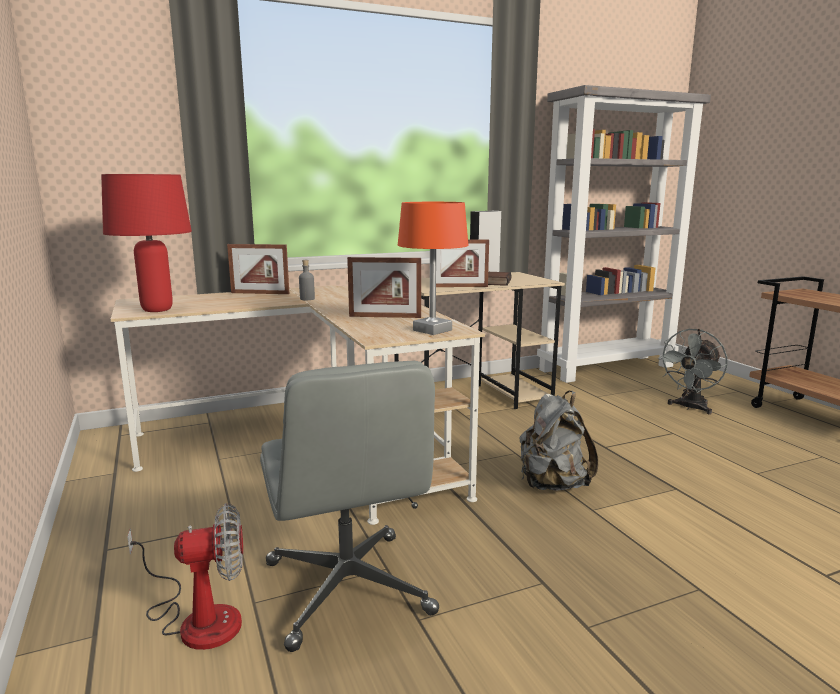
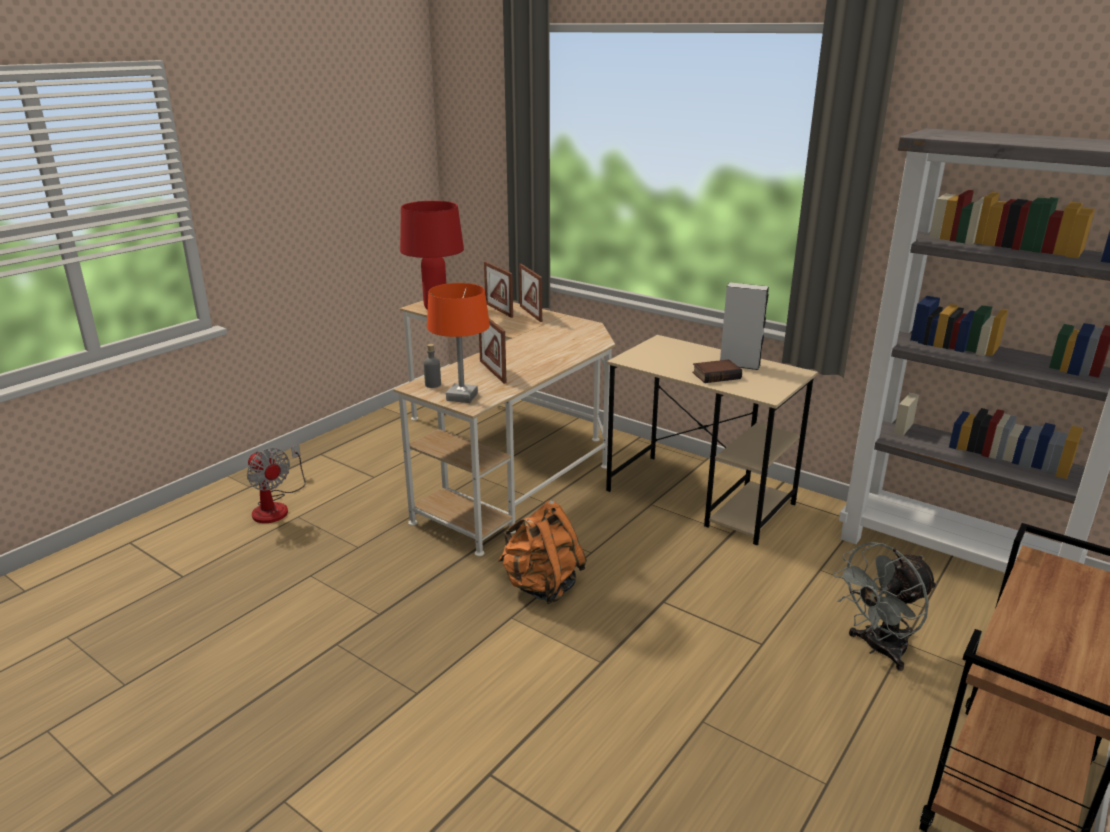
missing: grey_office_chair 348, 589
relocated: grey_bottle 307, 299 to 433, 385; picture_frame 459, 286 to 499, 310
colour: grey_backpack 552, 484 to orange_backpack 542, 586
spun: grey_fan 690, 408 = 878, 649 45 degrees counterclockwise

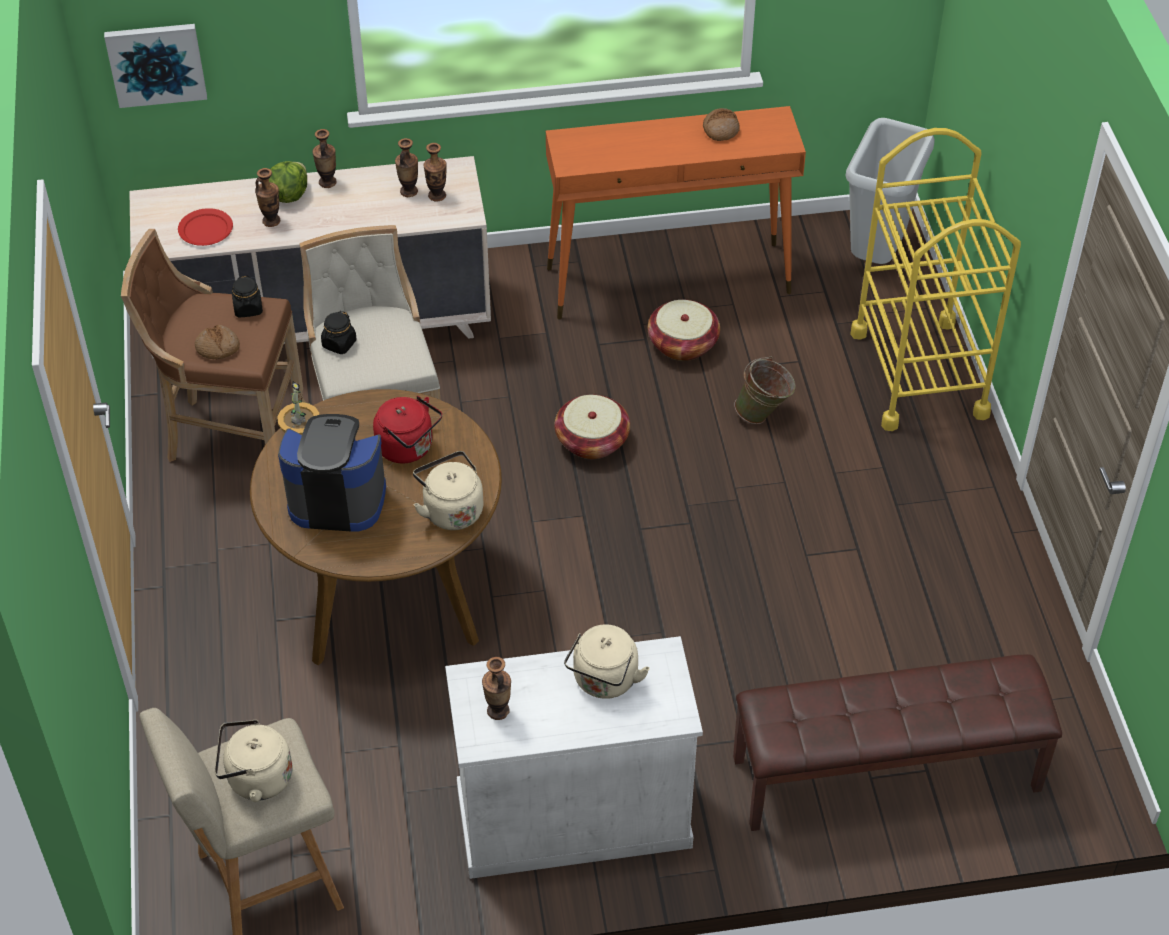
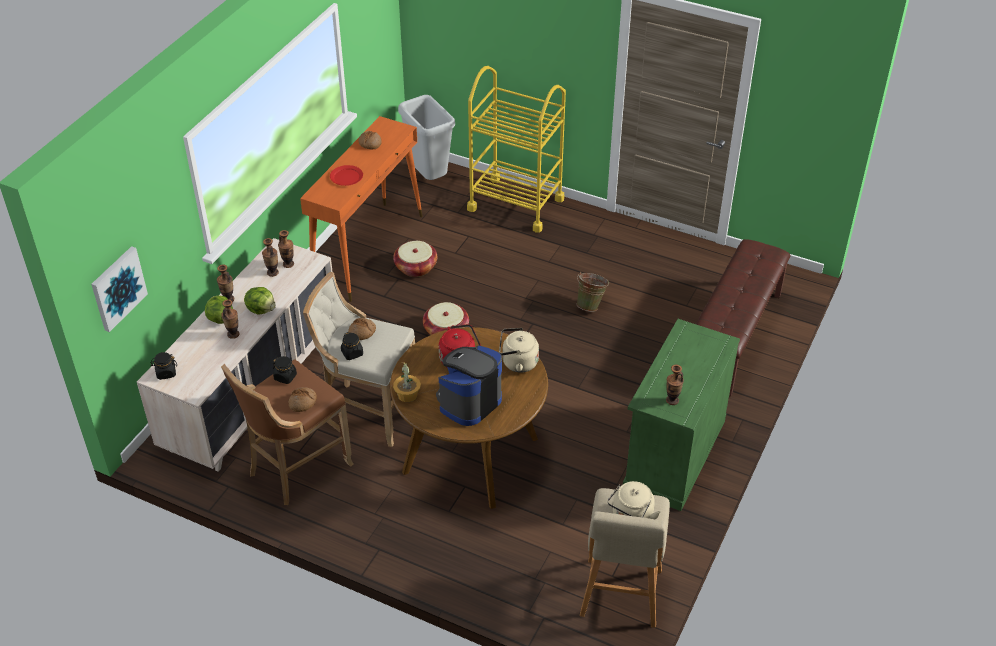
missing: beige_kettle 604, 681
appeared: black_jar 166, 373; lettuce 261, 309; bread 362, 332
relocated: red_plate 206, 229 to 346, 177; green_bucket 763, 415 to 591, 305
colour: white_cabinet 573, 816 to green_cabinet 674, 454

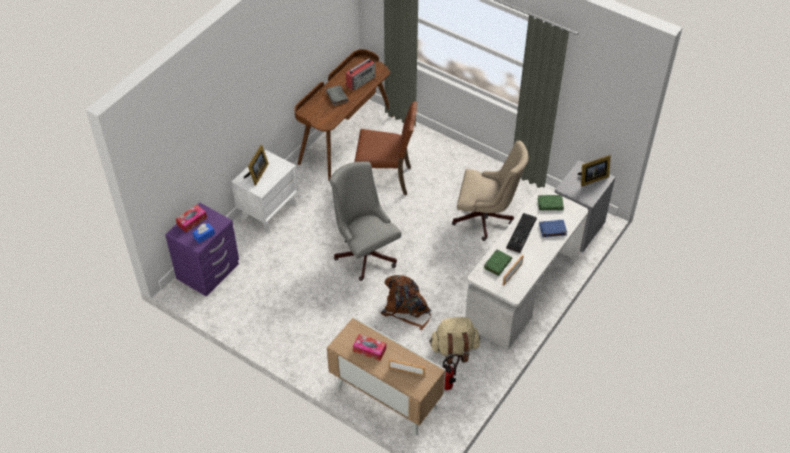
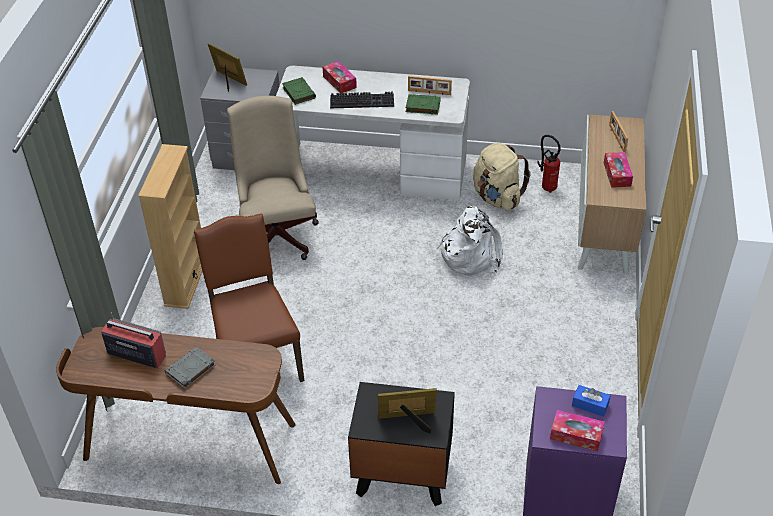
missing: grey_office_chair 365, 252
appeared: beige_bookcase 186, 281
exchanged: blue_book 552, 229 to tissue_box 339, 82
colour: white_nightstand 268, 211 to black_nightstand 401, 474; brown_backpack 406, 309 to white_backpack 471, 254

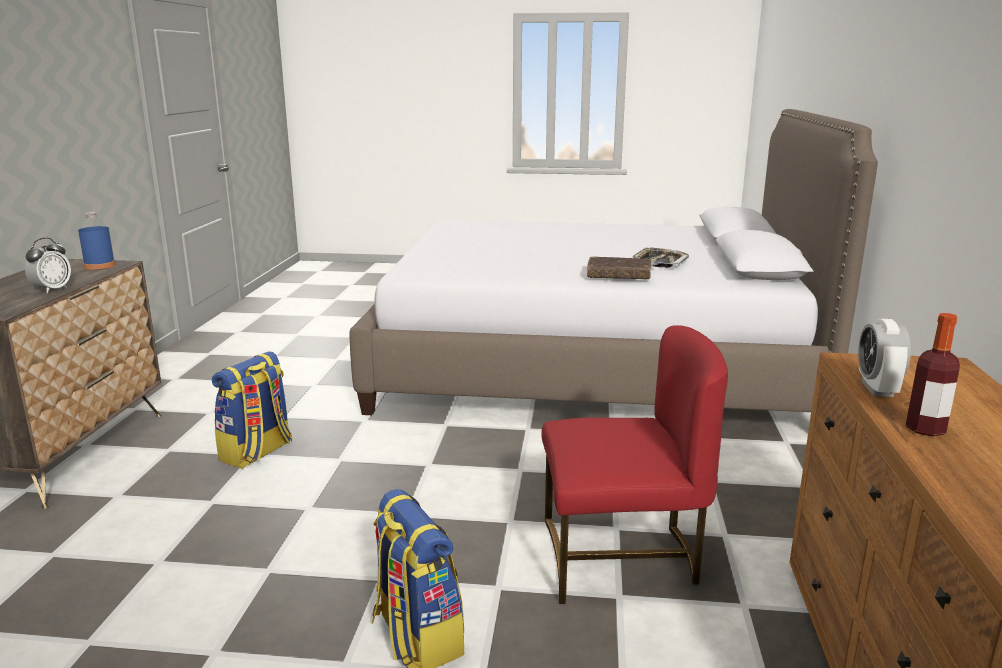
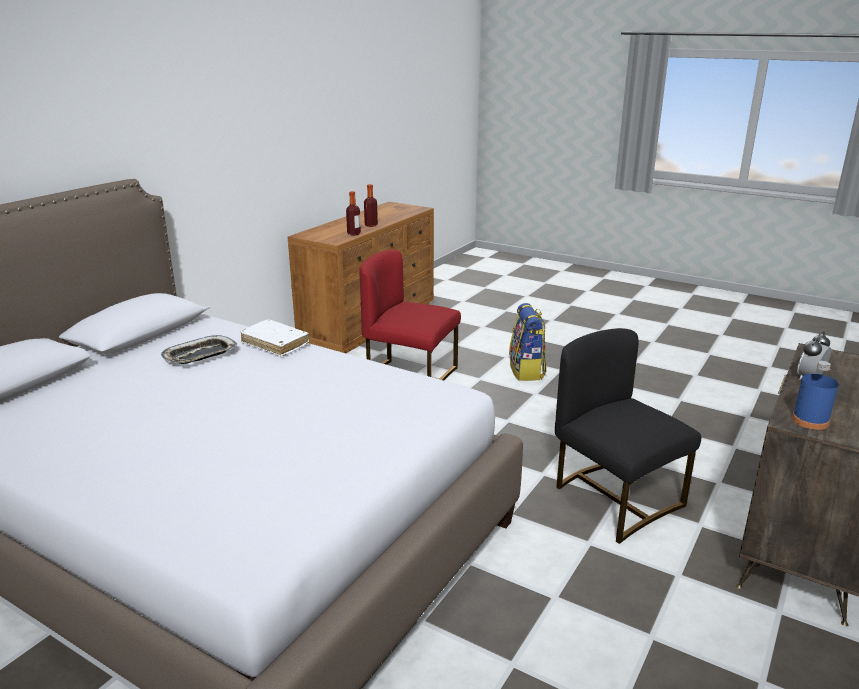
exchanged: backpack 257, 453 to black_chair 614, 499; alarm_clock 877, 389 to bottle 354, 234
colour: brown_book 618, 276 to white_book 275, 344

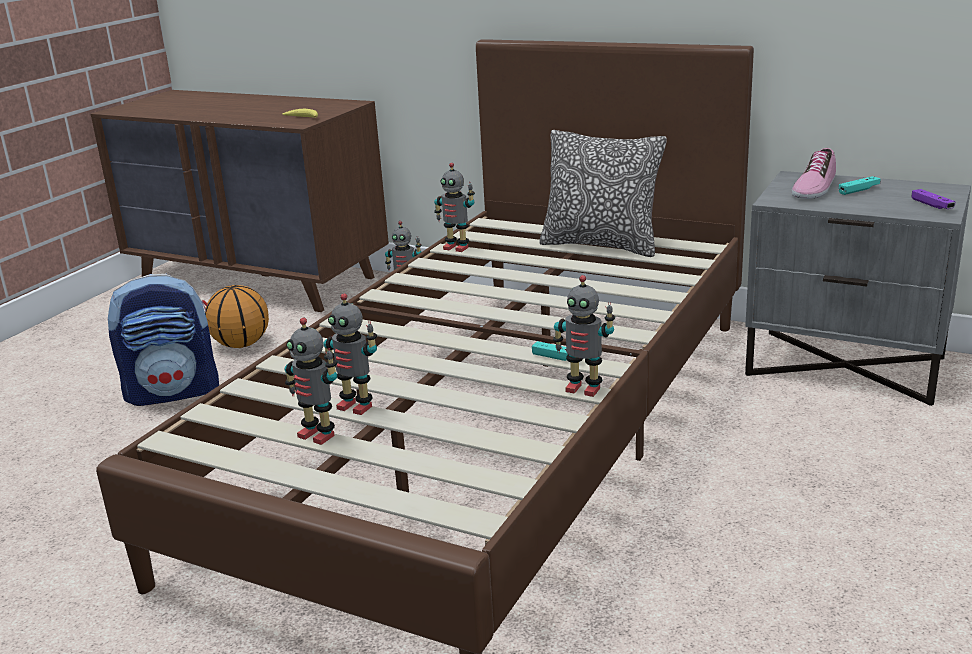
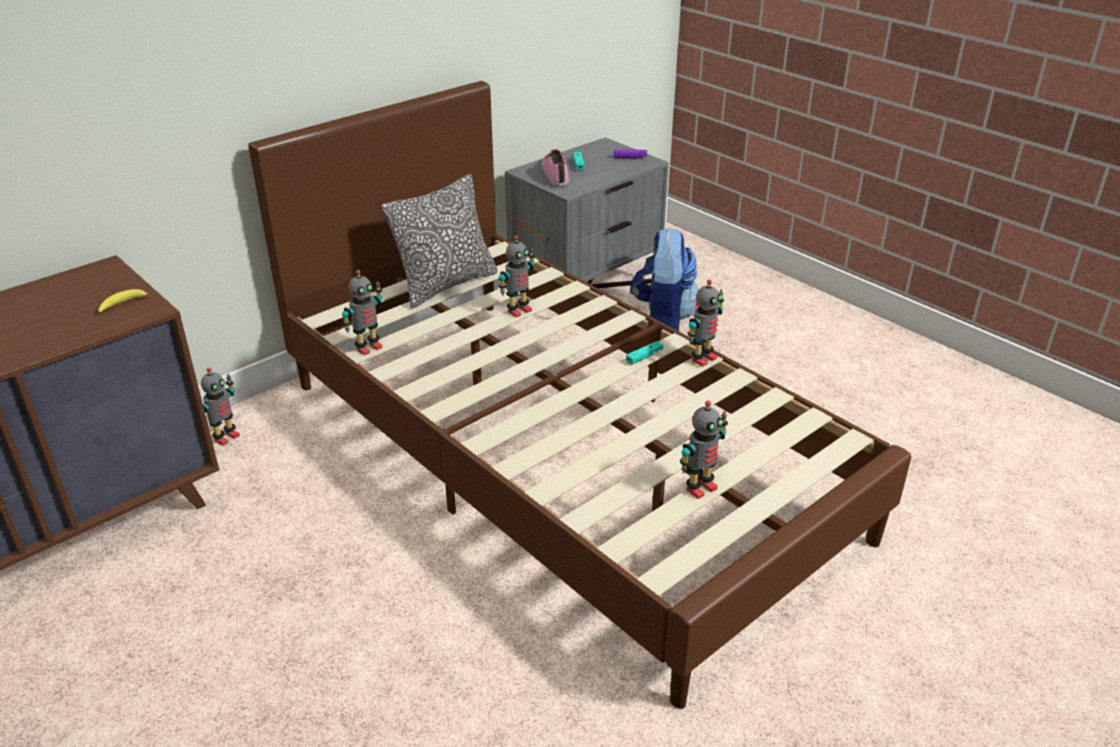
missing: basketball 242, 344
relocated: backpack 174, 392 to 662, 321; toy_robot 356, 406 to 518, 310
spun: shoe 813, 187 = 556, 173 150 degrees counterclockwise

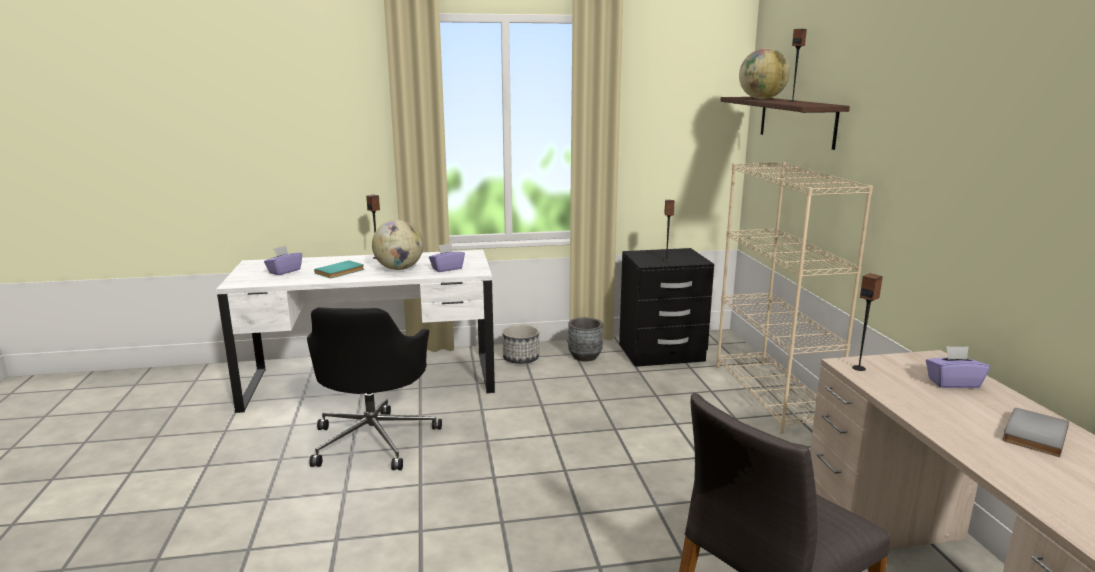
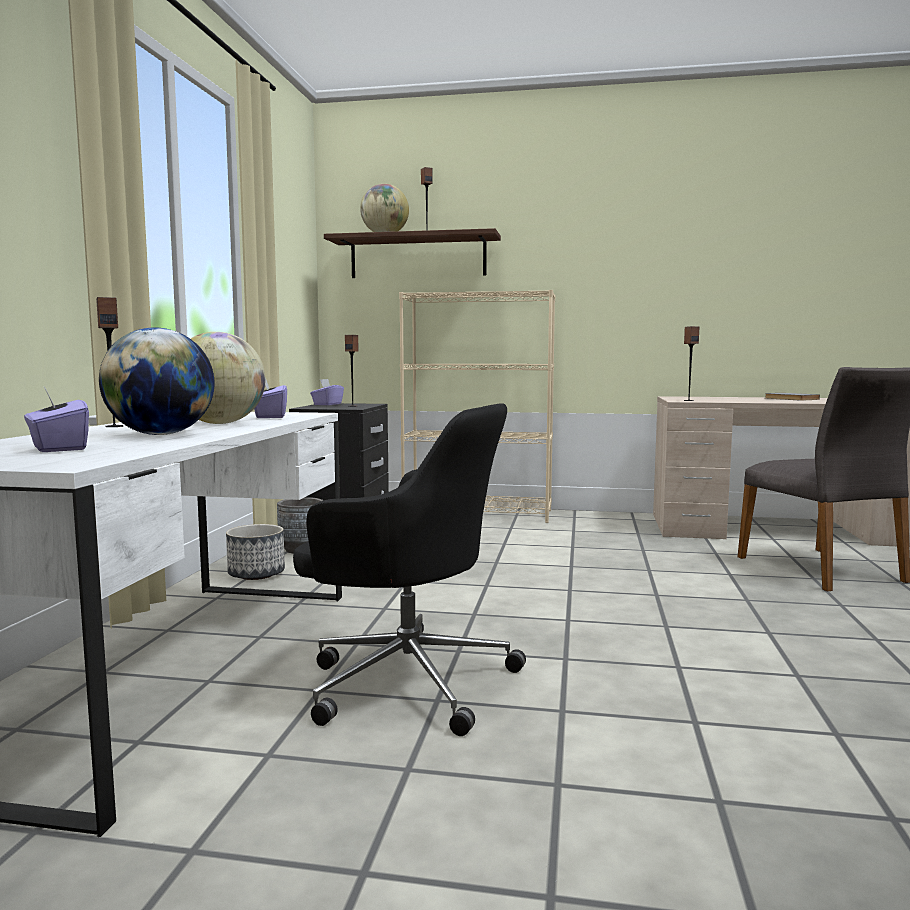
relocated: purple_tissue_box 953, 383 to 327, 404
exchanged: turquoise_book 341, 271 to globe 161, 434

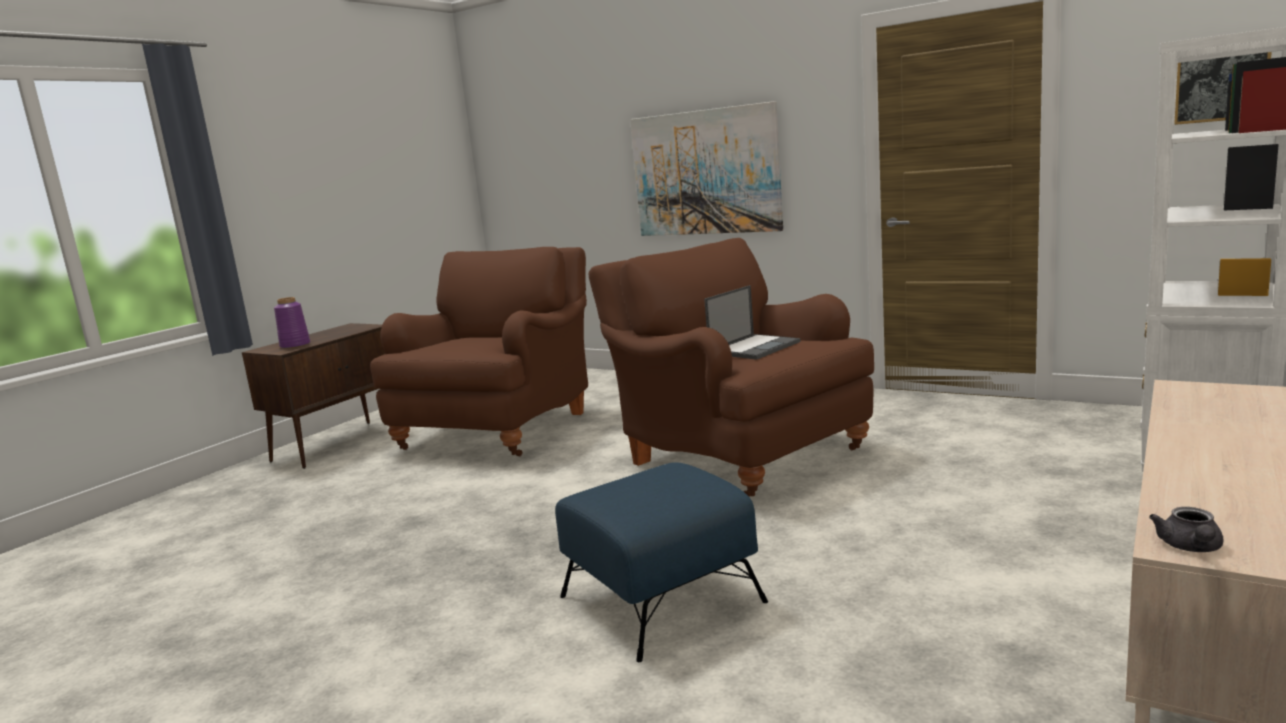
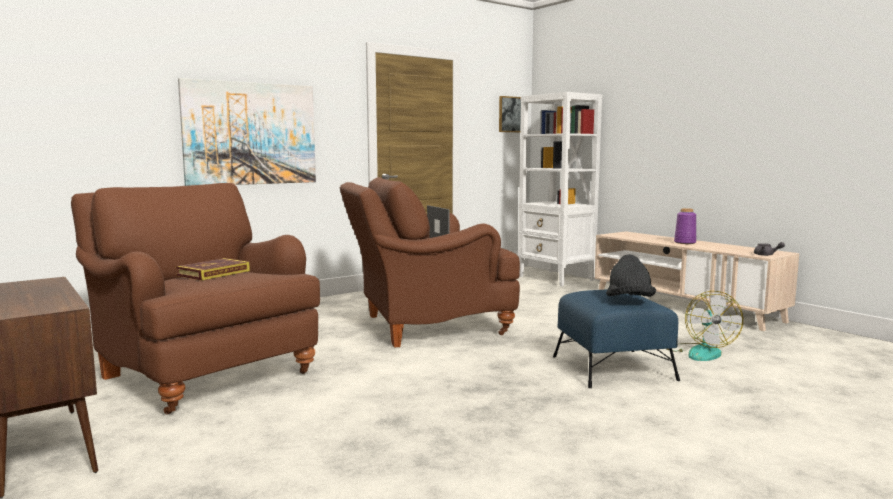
appeared: book 213, 273; black_hat 629, 301; fan 700, 352
relocated: purple_vase 294, 345 to 684, 242

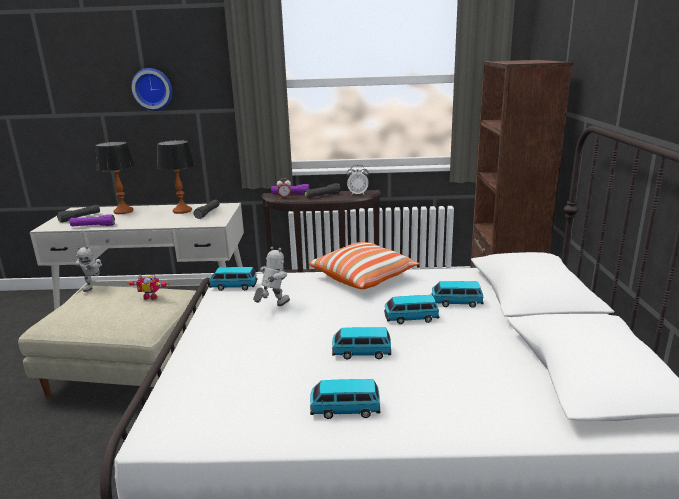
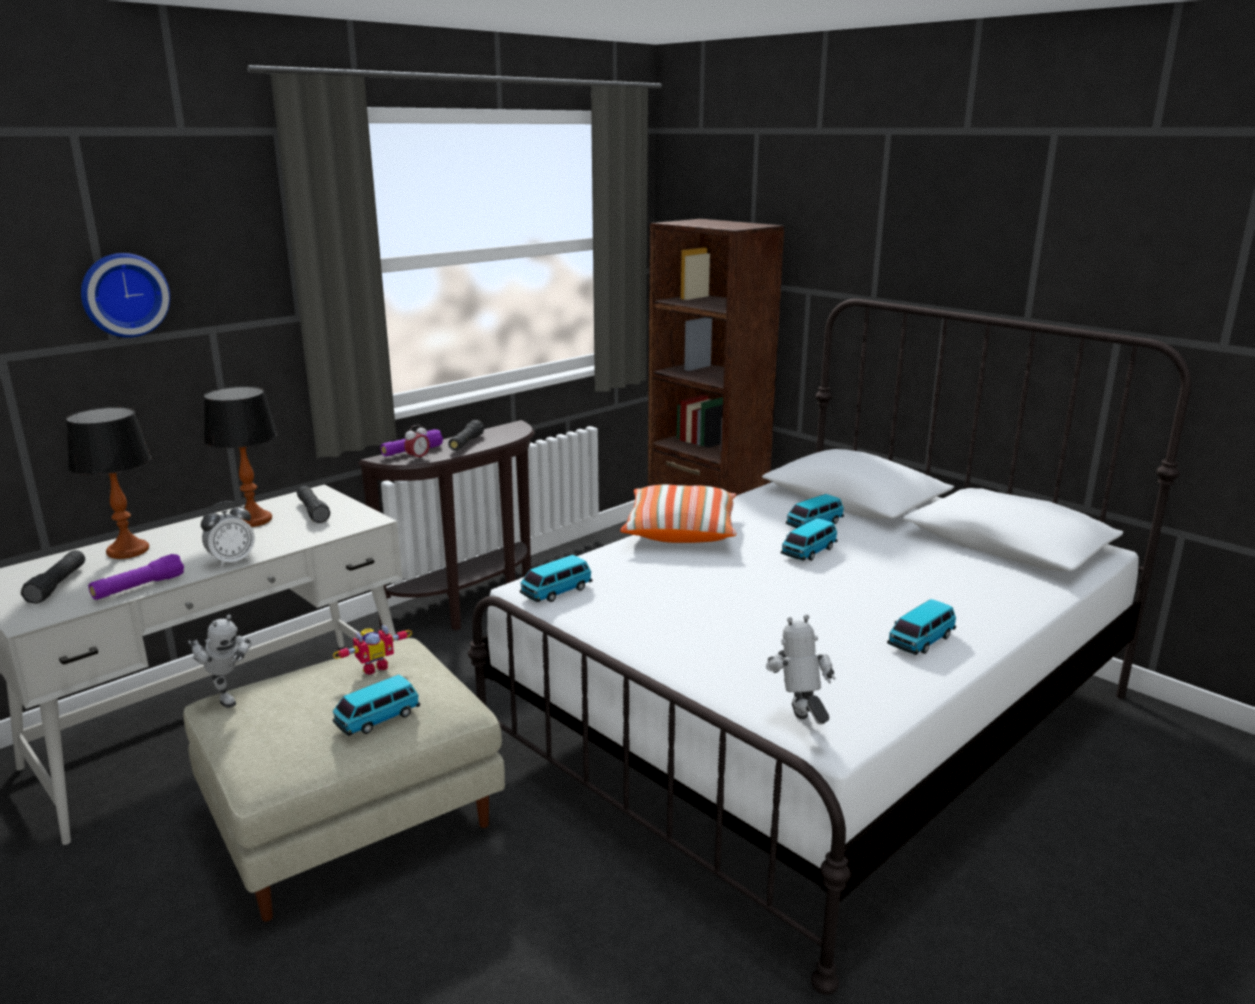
relocated: toy_robot 273, 307 to 800, 724; toy_car 361, 352 to 377, 719; alarm_clock 358, 194 to 232, 561

